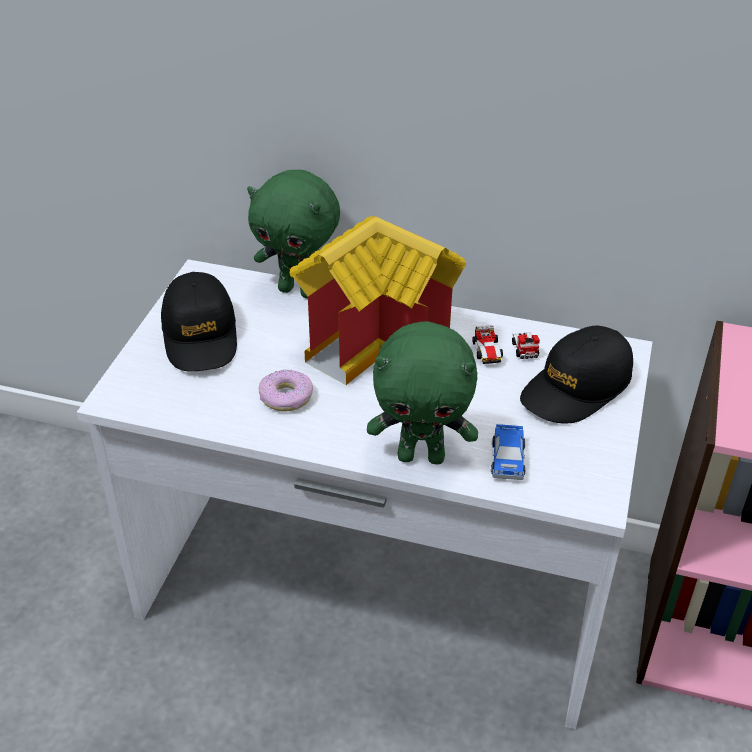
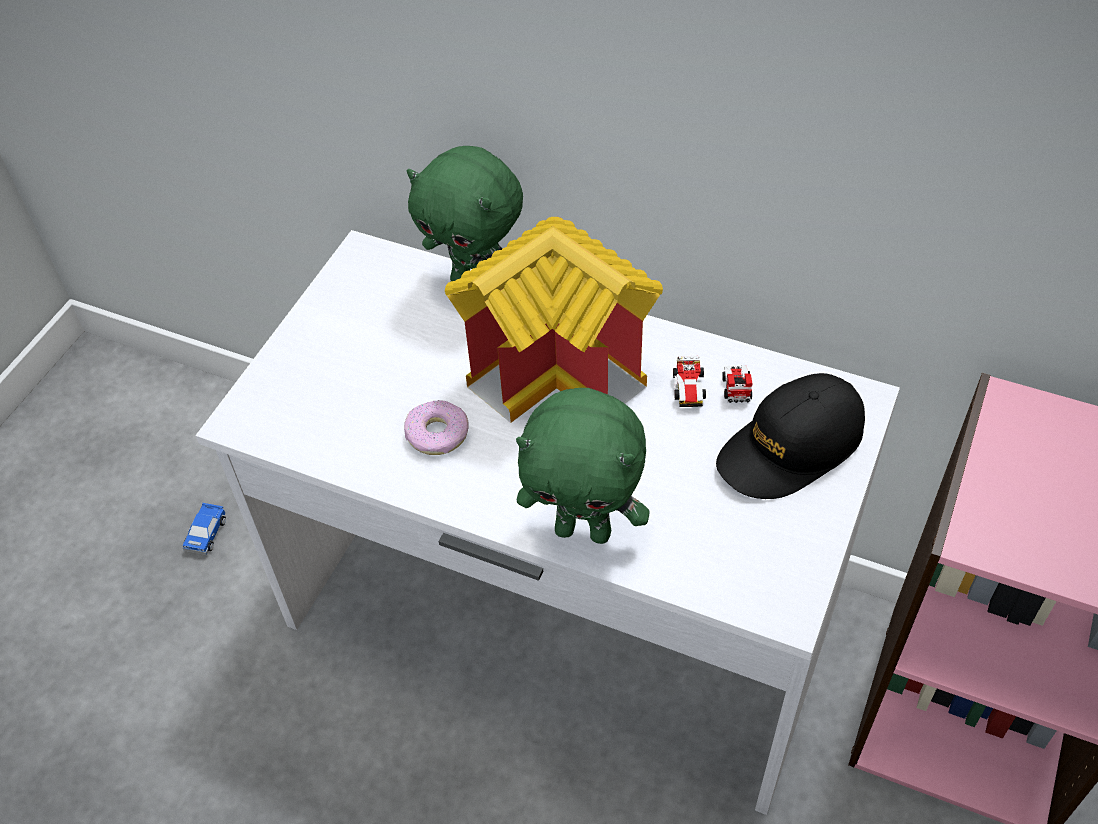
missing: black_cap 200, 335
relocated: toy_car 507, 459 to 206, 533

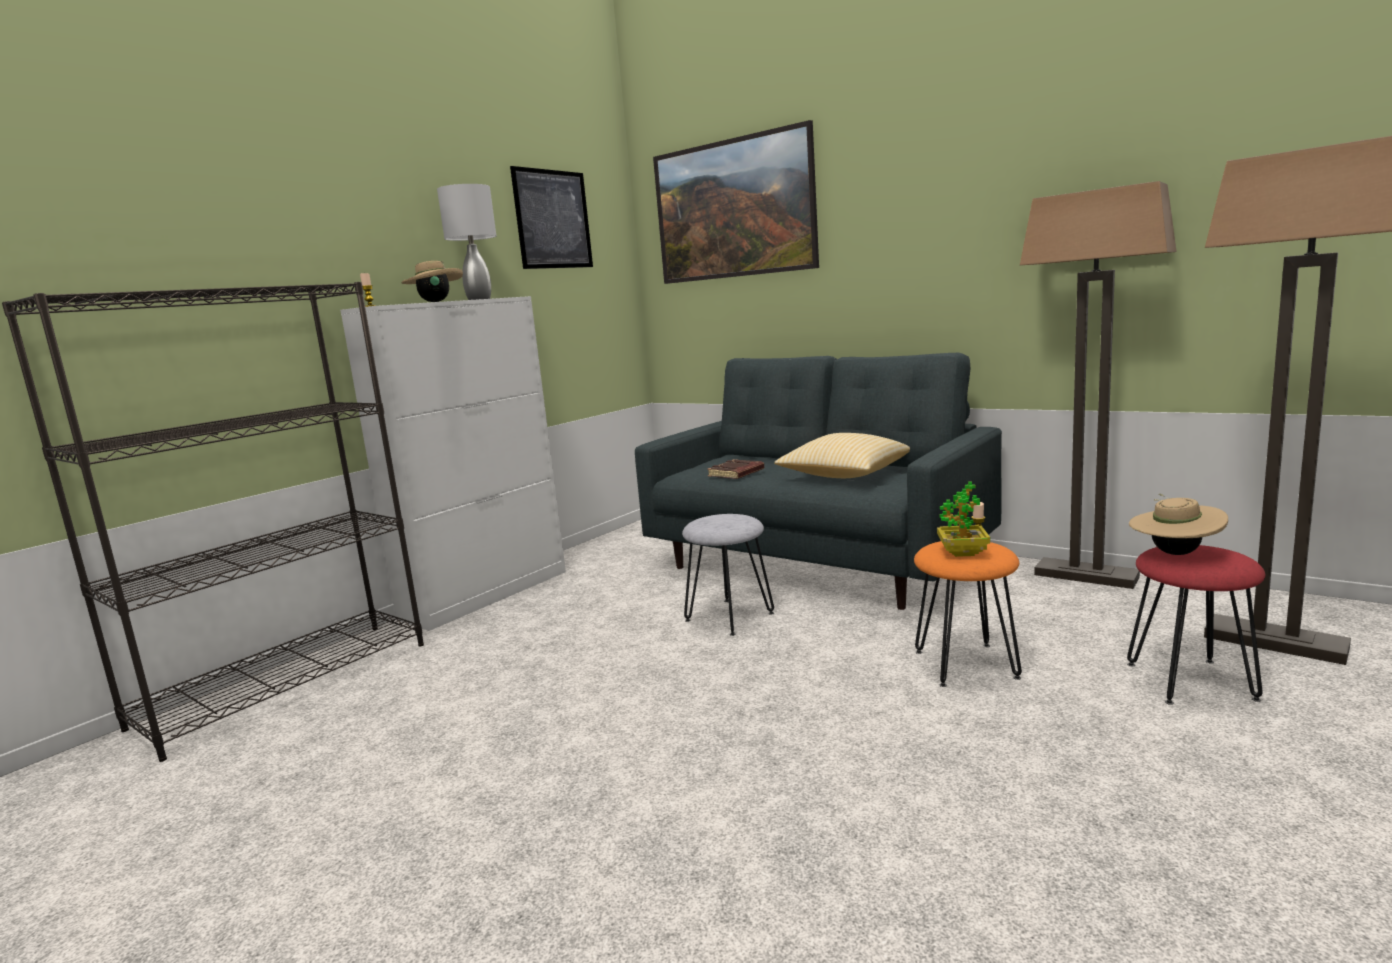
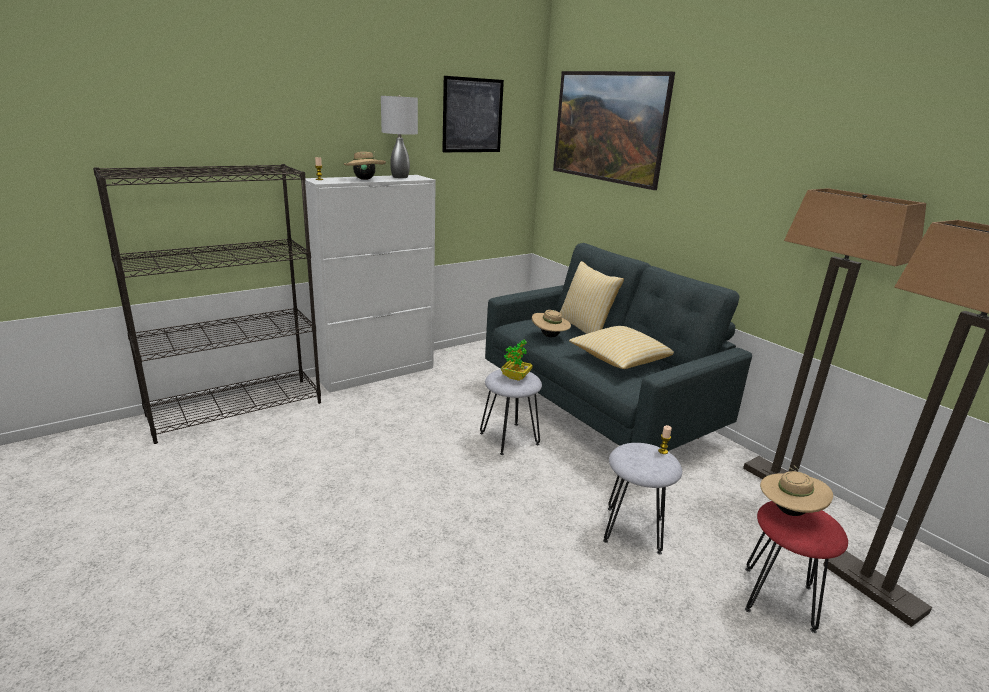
appeared: pillow 585, 328
relocated: potted_plant 963, 553 to 516, 377
exchanged: brown_book 736, 474 to beige_hat 550, 336
colour: orange_stool 966, 664 to grey_stool 634, 530

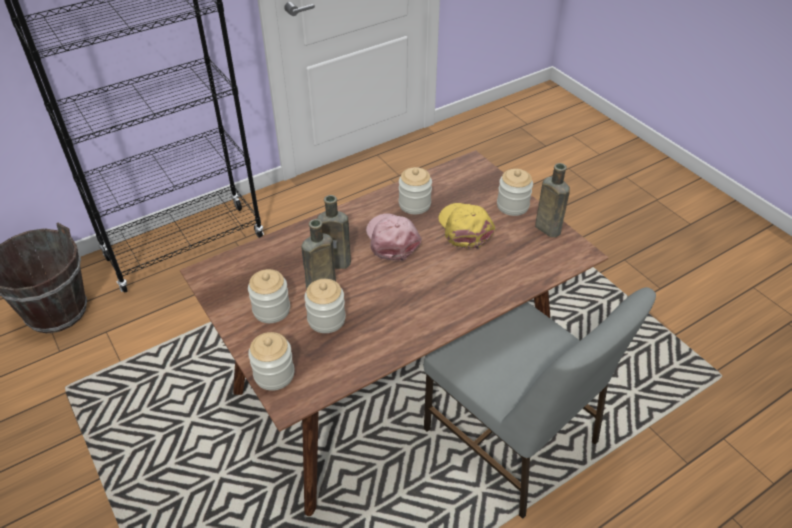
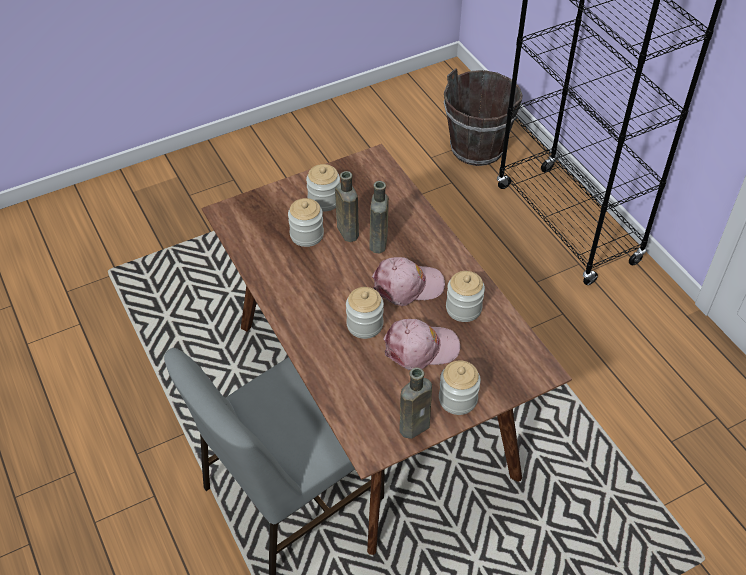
relocated: jar 274, 374 to 364, 325
colour: yellow_cap 465, 228 to pink_cap 421, 348

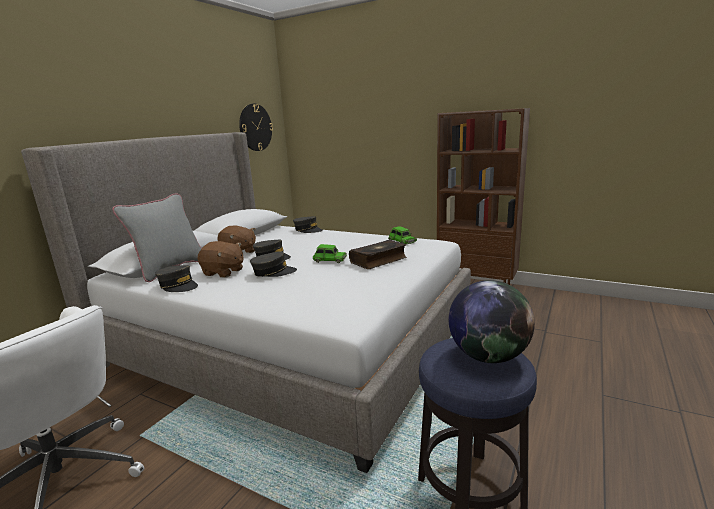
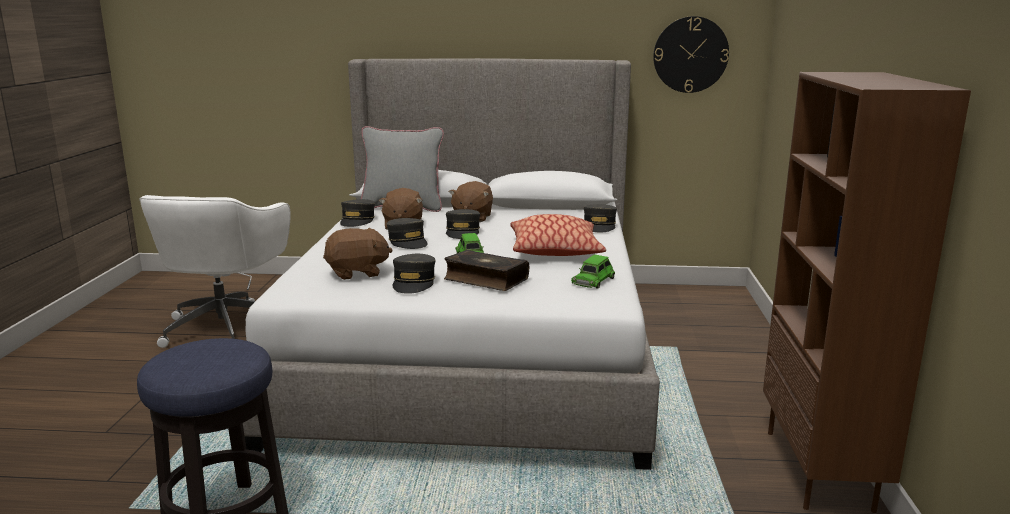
missing: globe 488, 356
appeared: brown_plush_toy 357, 272; grey_cap 413, 283; pillow 555, 251

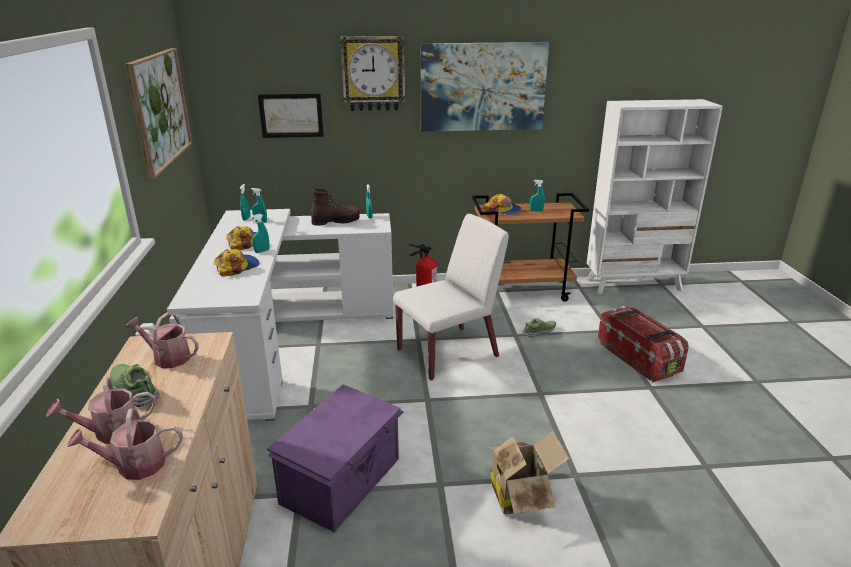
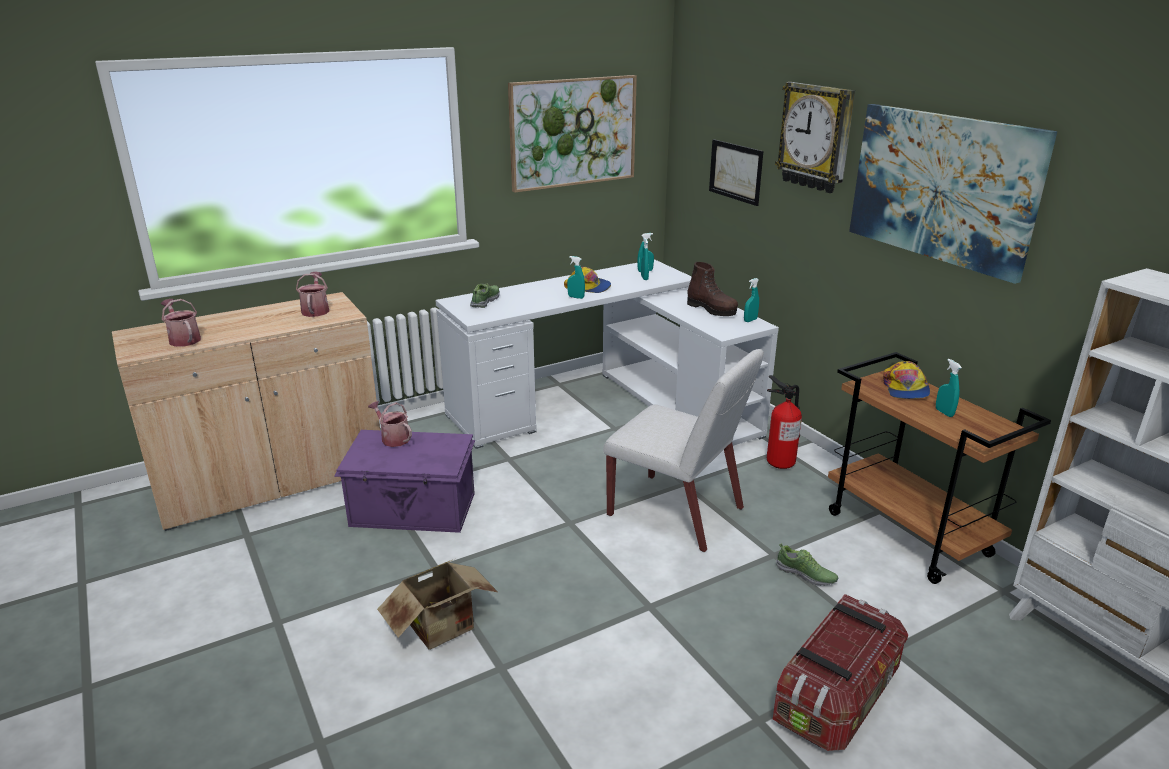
missing: cap 237, 267
relocated: watering_can 110, 432 to 393, 438; shoe 134, 390 to 485, 301

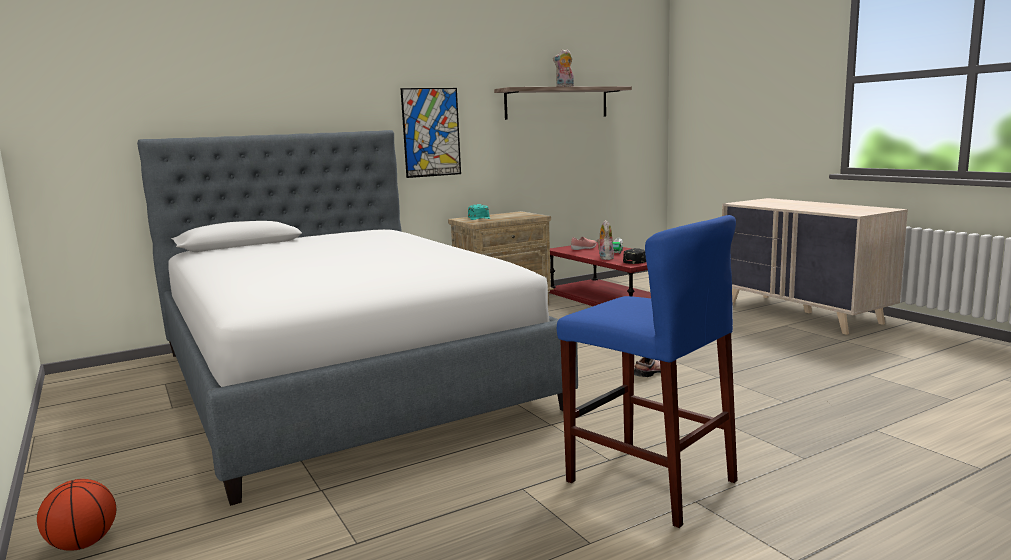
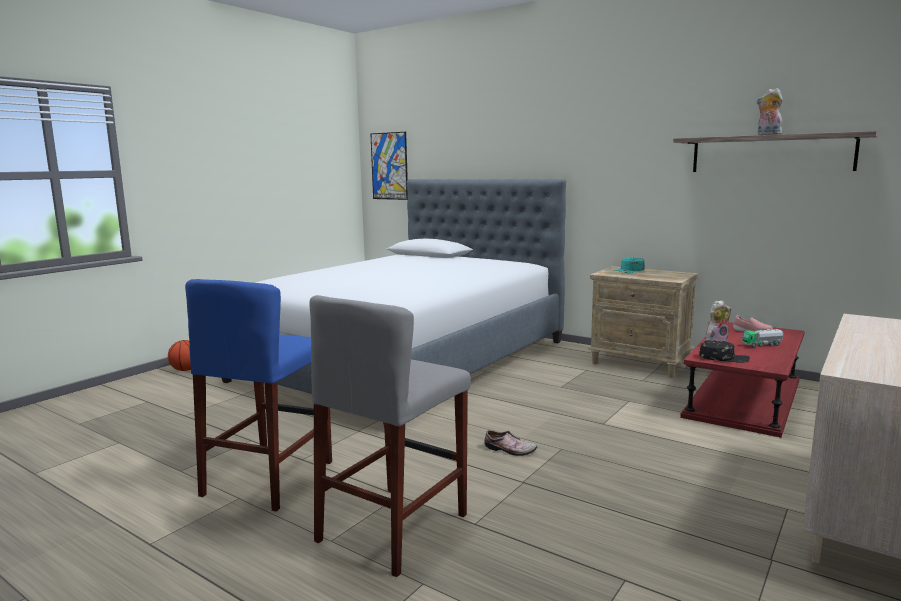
appeared: grey_stool 393, 527
relocated: picture 431, 132 to 389, 166

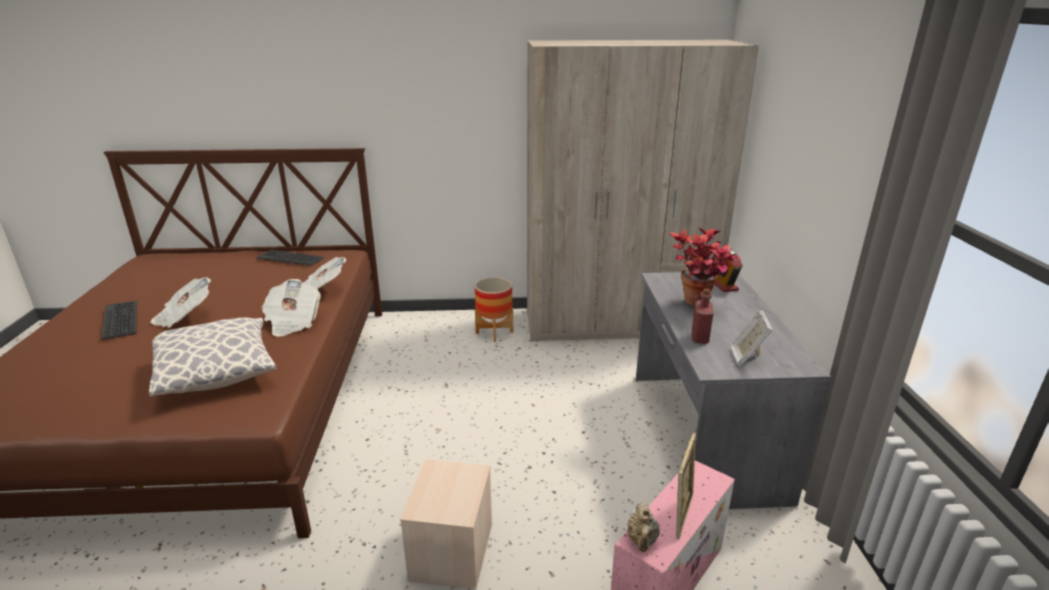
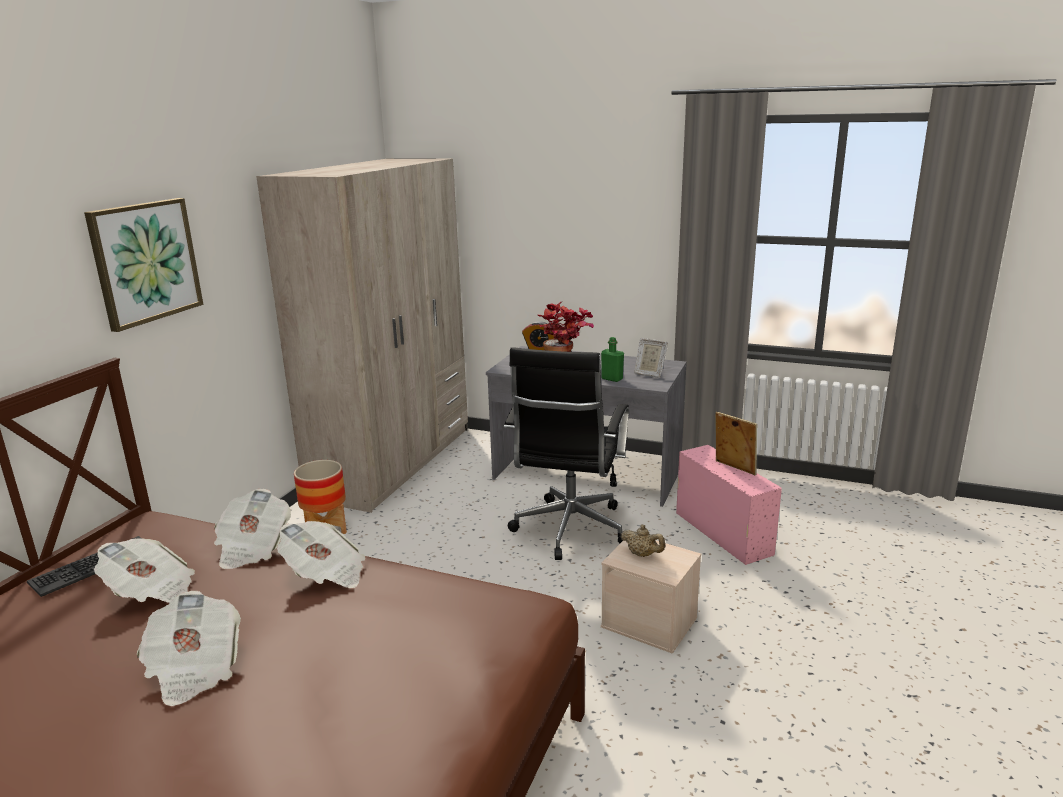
missing: keyboard 121, 320; pillow 217, 373
appeared: picture 145, 262; newspaper 151, 591; black_office_chair 569, 531
relocated: beige_teapot 642, 541 to 642, 554
colour: red_bottle 699, 338 to green_bottle 612, 379

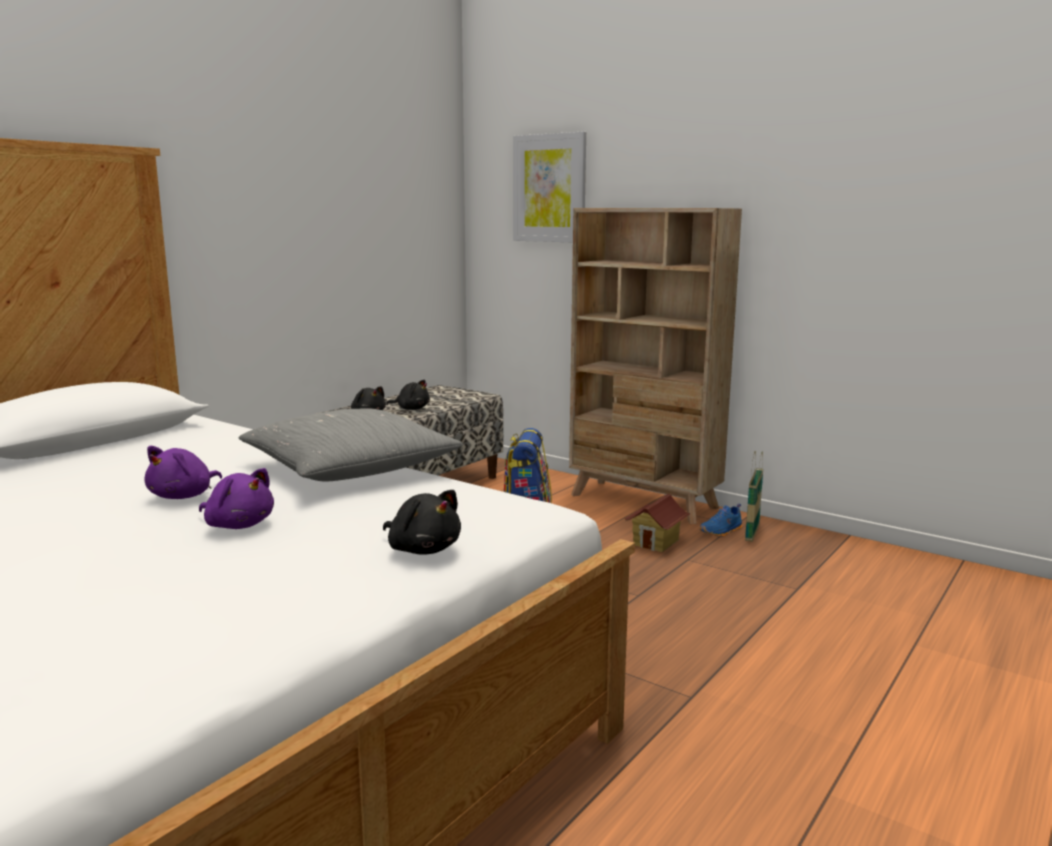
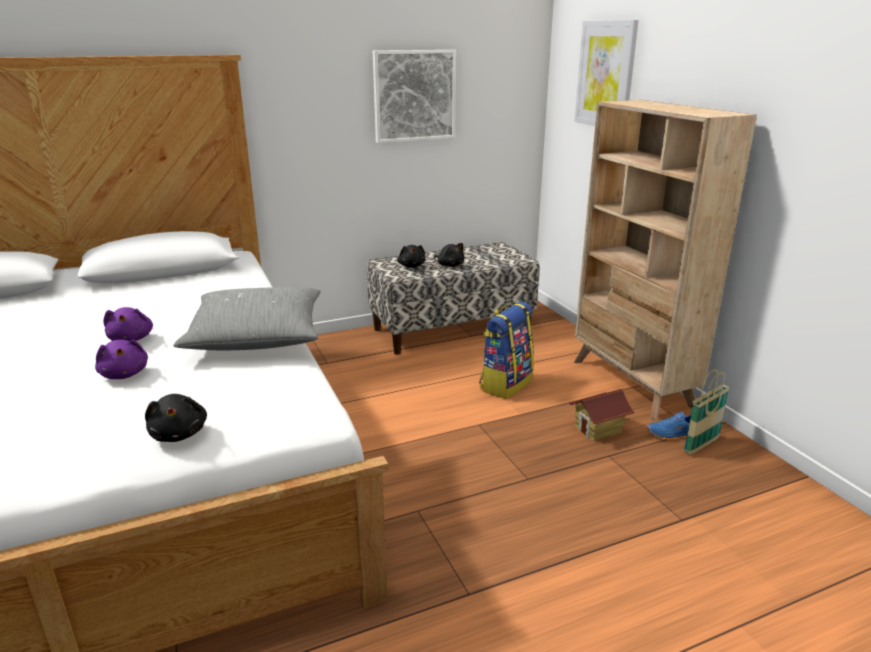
appeared: picture 414, 96
spun: purple_plush_toy 184, 496 = 131, 339 75 degrees counterclockwise

